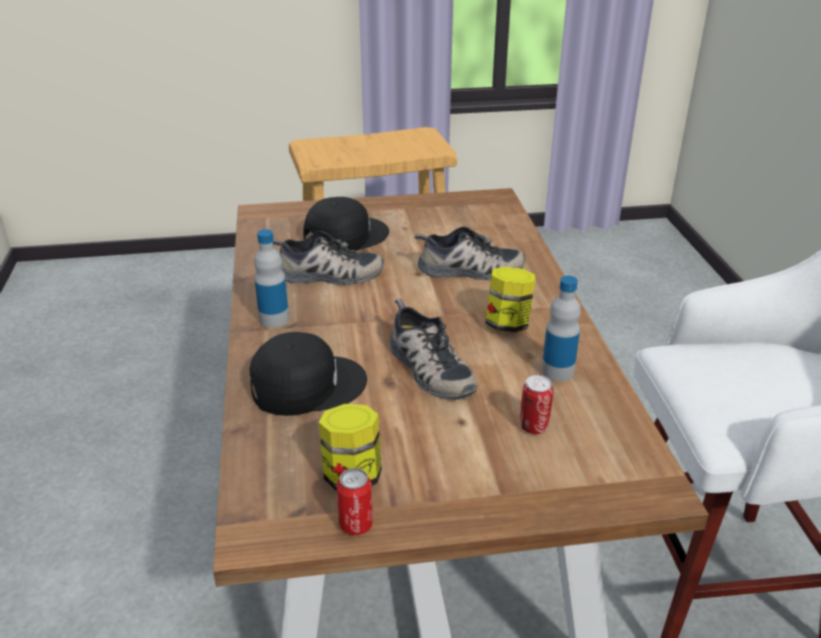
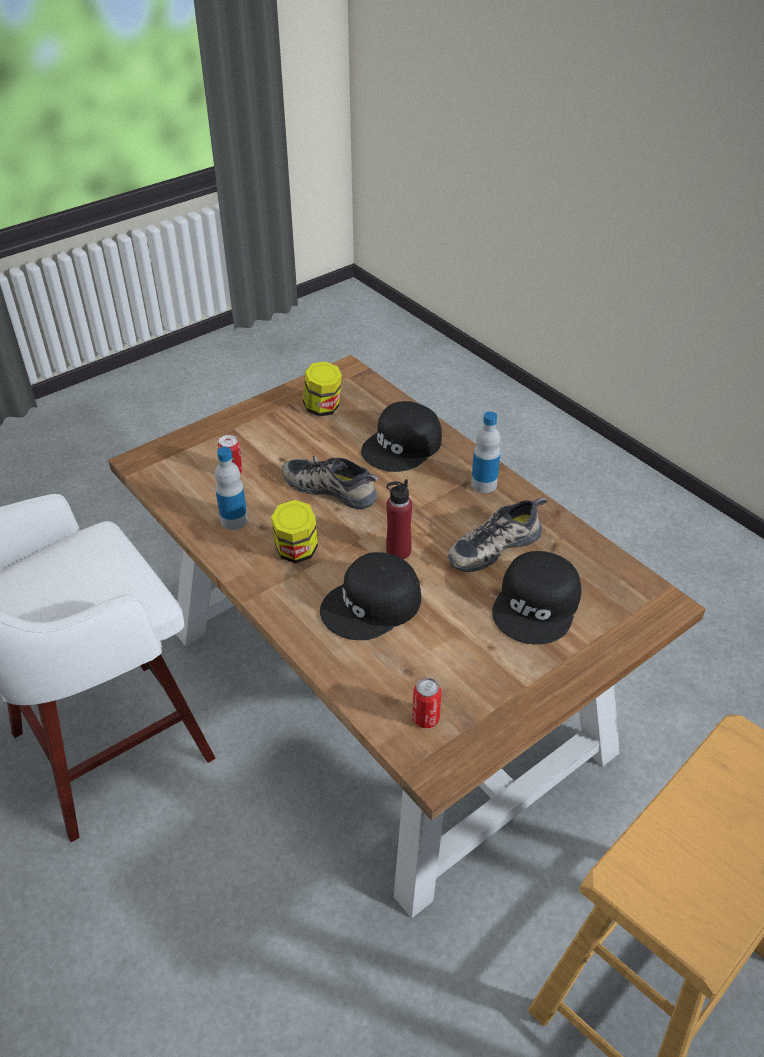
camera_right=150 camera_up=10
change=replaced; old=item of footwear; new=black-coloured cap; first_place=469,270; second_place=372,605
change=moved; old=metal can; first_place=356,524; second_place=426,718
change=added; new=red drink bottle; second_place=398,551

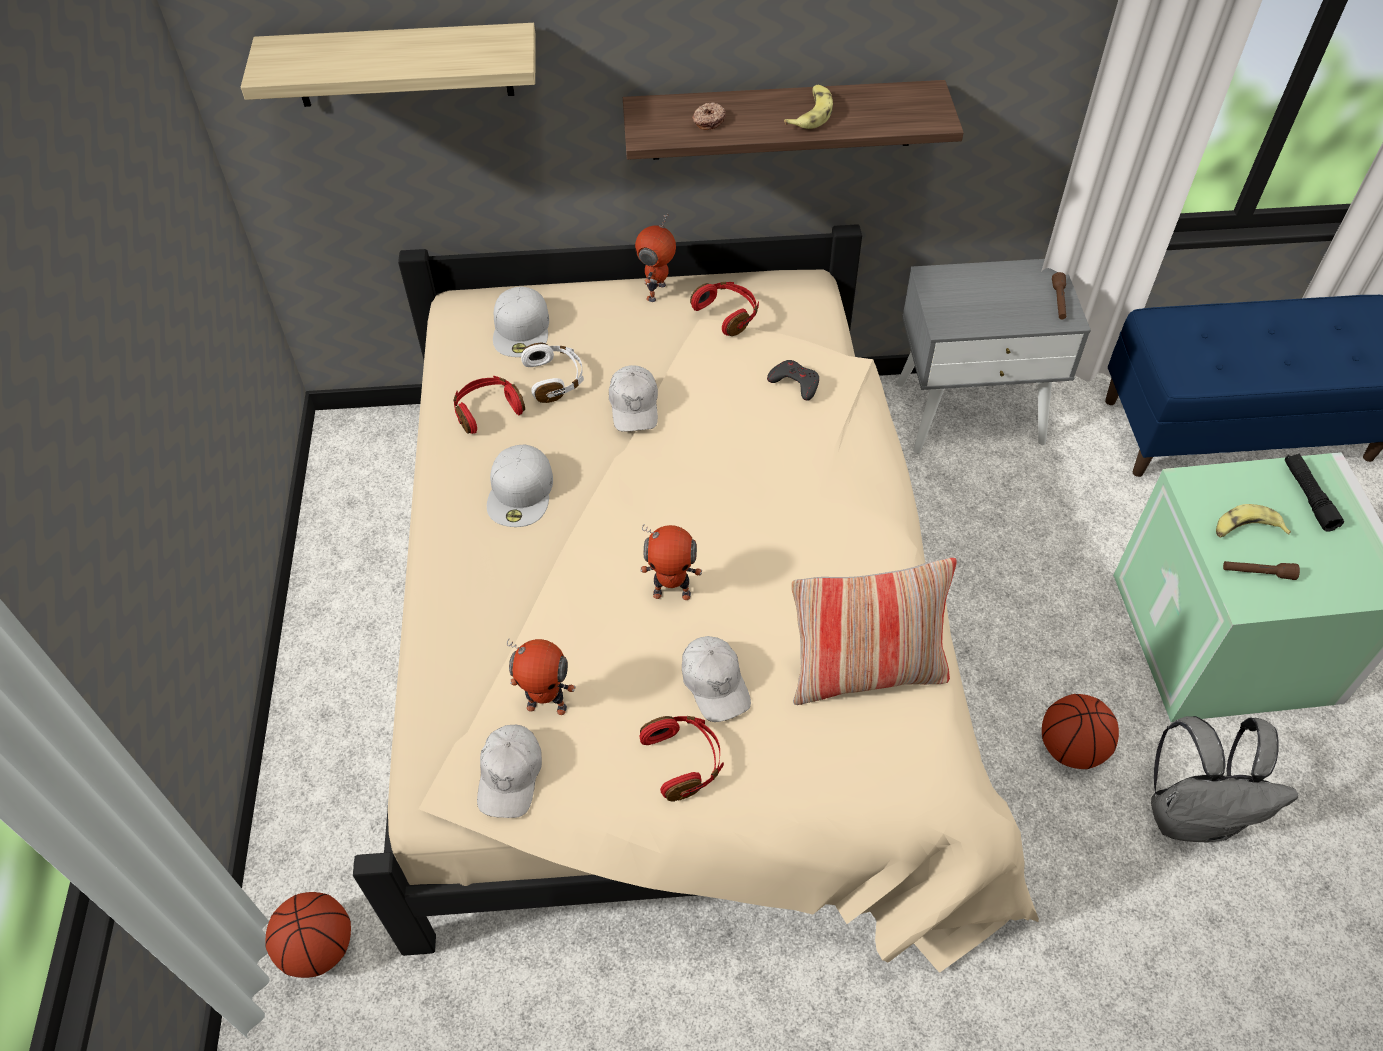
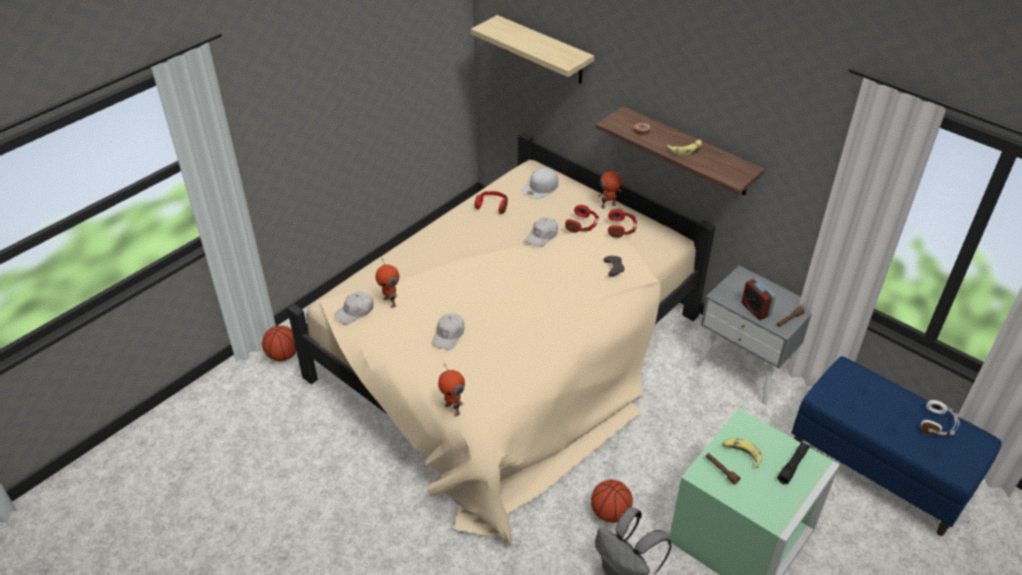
camera_right=45 camera_up=-10
change=moved; old=white-coloured pair of headphones; first_place=555,379; second_place=938,424
change=removed; old=white-coloured cap; first_place=521,492
change=moved; old=toy robot; first_place=672,592; second_place=453,408
change=removed; old=pillow; first_place=865,673
change=moved; old=red pair of headphones; first_place=684,761; second_place=582,225
change=added; new=alarm clock; second_place=755,309

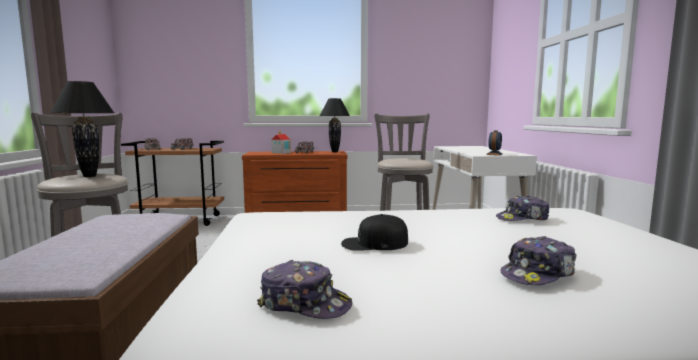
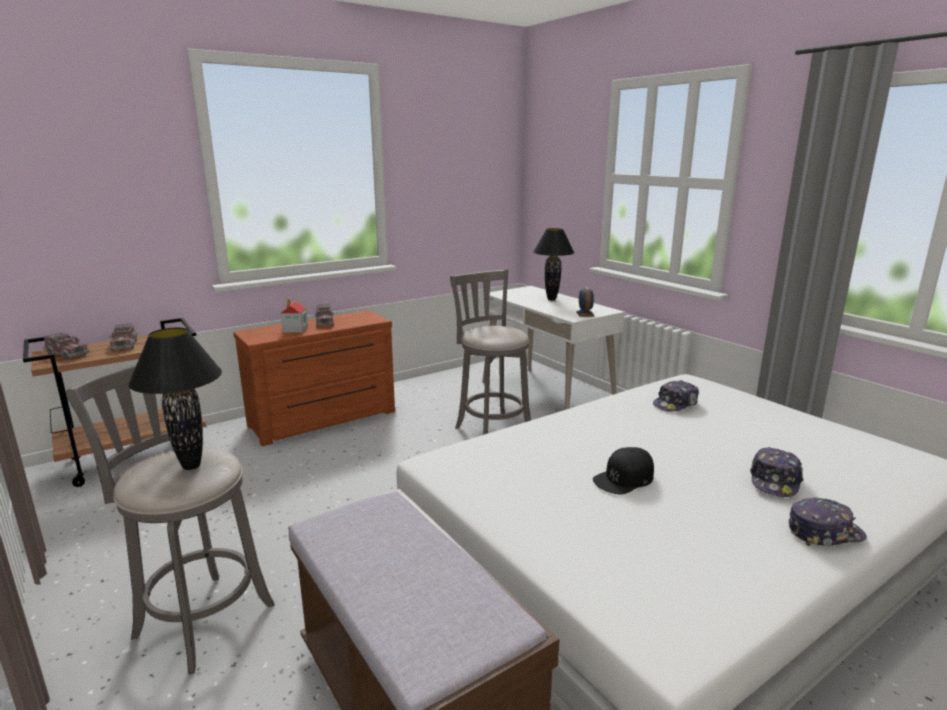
camera_right=-30 camera_up=10
change=moved; old=black-coloured table lamp; first_place=334,152; second_place=551,299
change=moved; old=cap; first_place=305,304; second_place=824,532

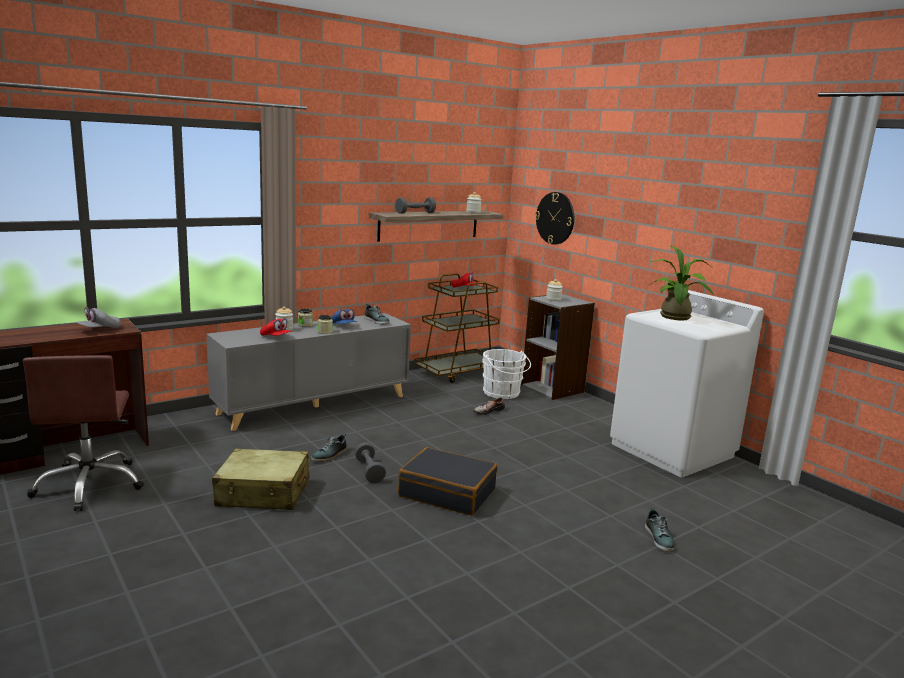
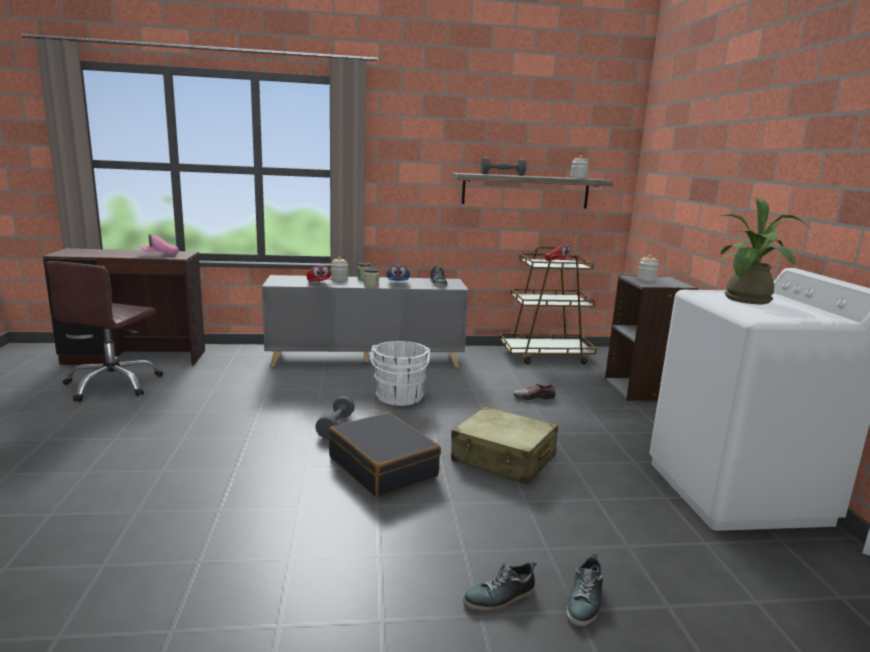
camera_right=30 camera_up=0
change=removed; old=clock on the wall; first_place=555,218
change=recoloured; old=grey cap; new=pink cap; first_place=99,330; second_place=159,255
change=moved; old=white-coloured bucket; first_place=502,393; second_place=399,398
change=moved; old=item of footwear; first_place=329,455; second_place=500,597
change=moved; old=beige-coloured suitcase; first_place=263,493; second_place=503,459

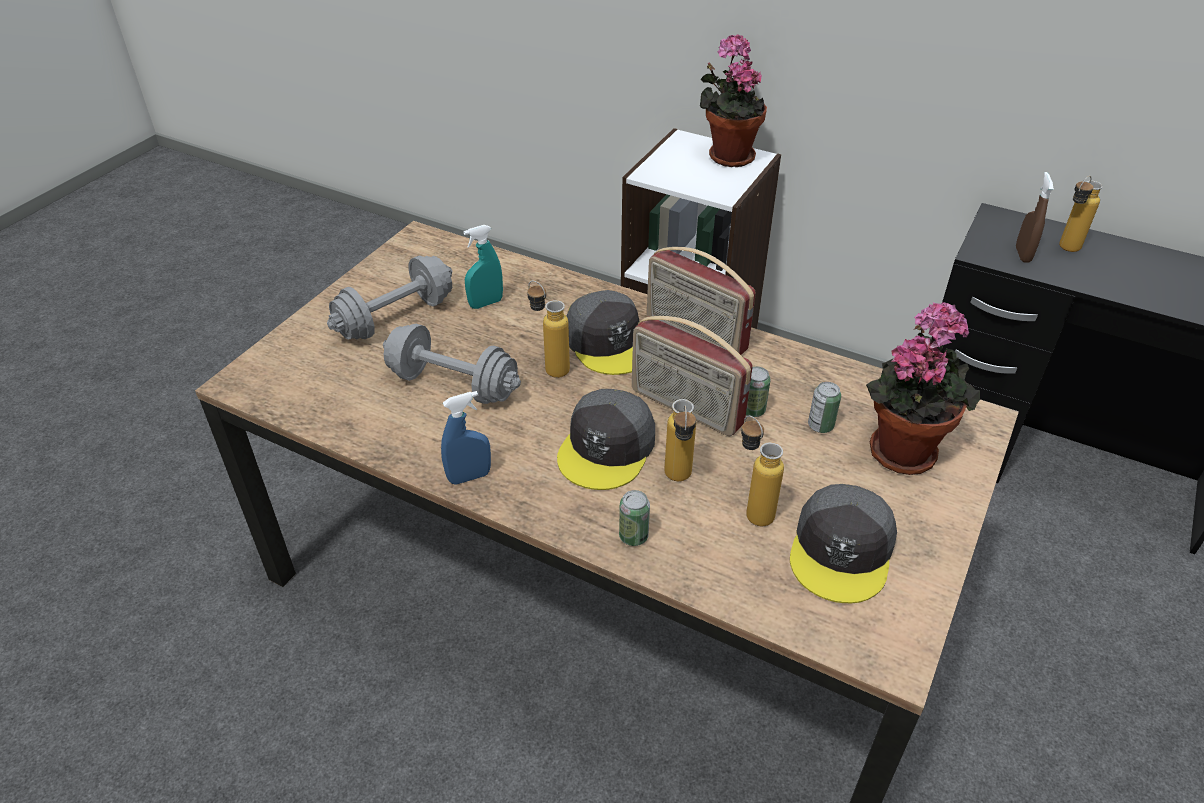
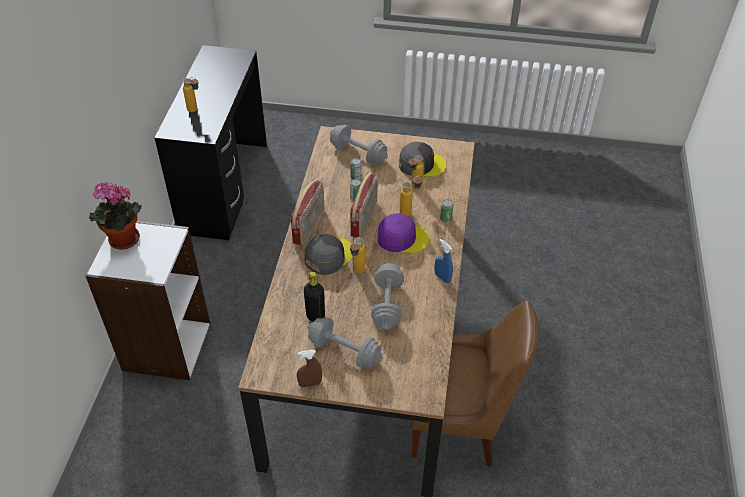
camera_right=-110 camera_up=5
change=moved; old=brownish spray bottle; first_place=1022,254; second_place=310,383
change=replaced; old=turquoise spray bottle; new=black-coloured drink bottle; first_place=486,303; second_place=315,315
change=replaced; old=houseplant; new=grey dumbbell; first_place=903,448; second_place=358,154
change=recoloured; old=grey cap; new=purple-coloured cap; first_place=607,448; second_place=402,238
change=added; new=brownish chair; second_place=459,423

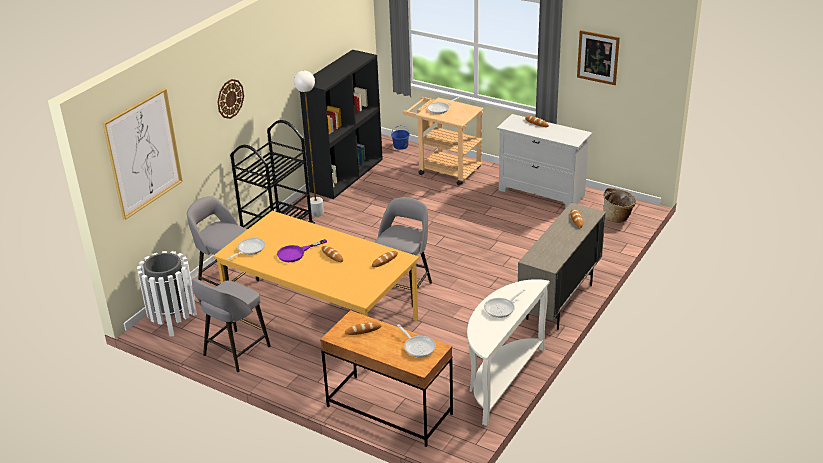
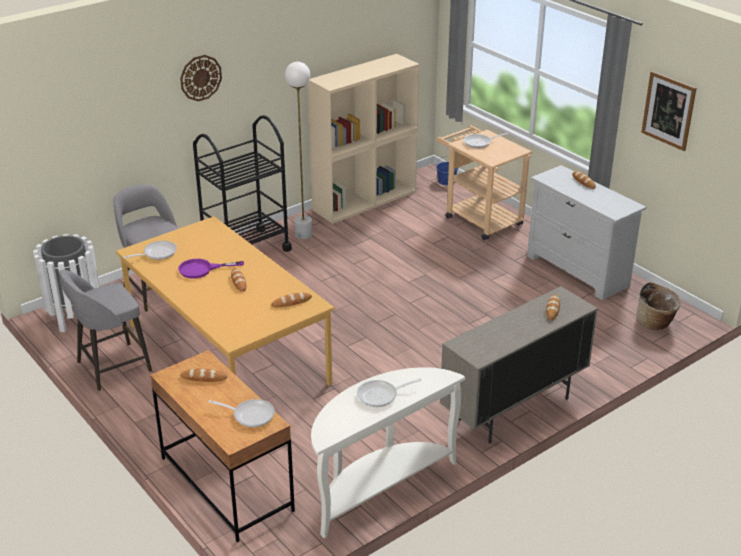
camera_right=20 camera_up=0
change=recoloured; old=black-coloured bookcase; new=beige-coloured bookcase; first_place=346,175; second_place=365,200
change=removed; old=wall art; first_place=143,153
change=removed; old=grey stool seat; first_place=404,288
change=turned; old=skillet; first_place=418,346; second_place=250,415; degrees=-60

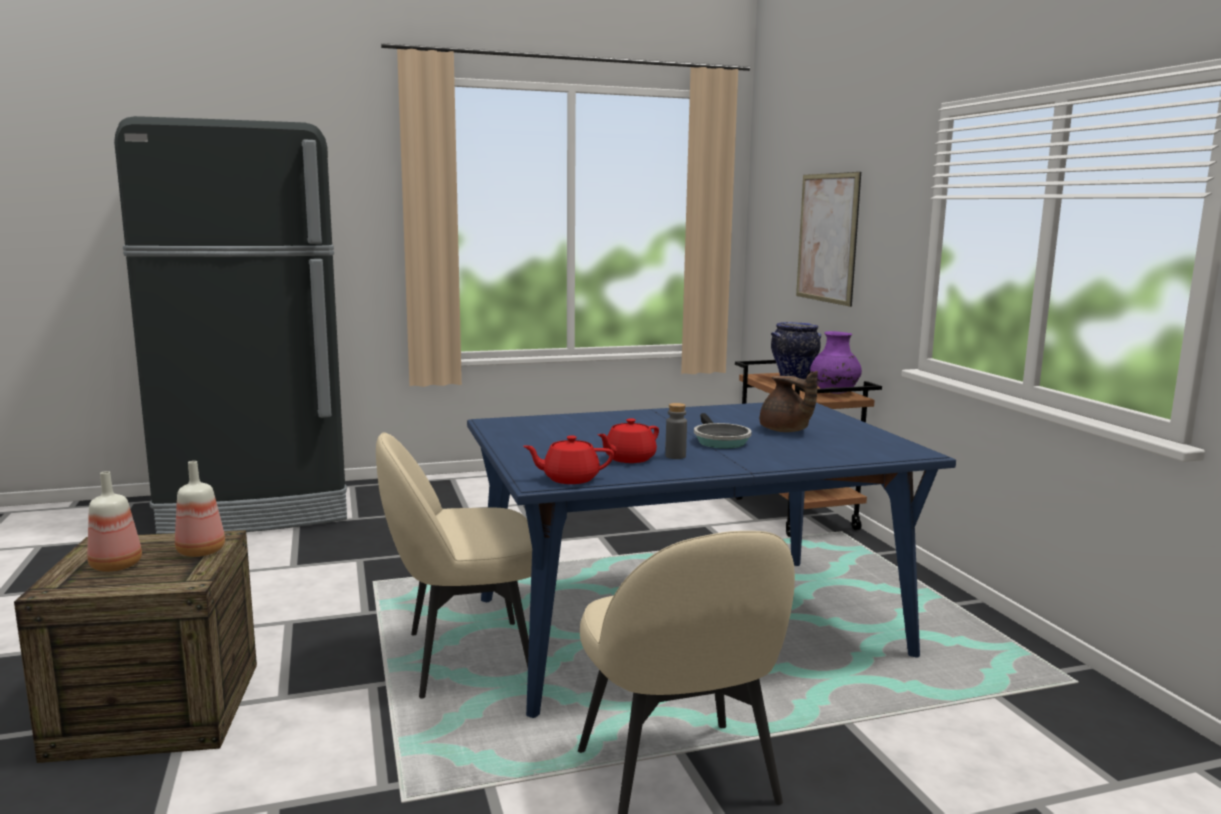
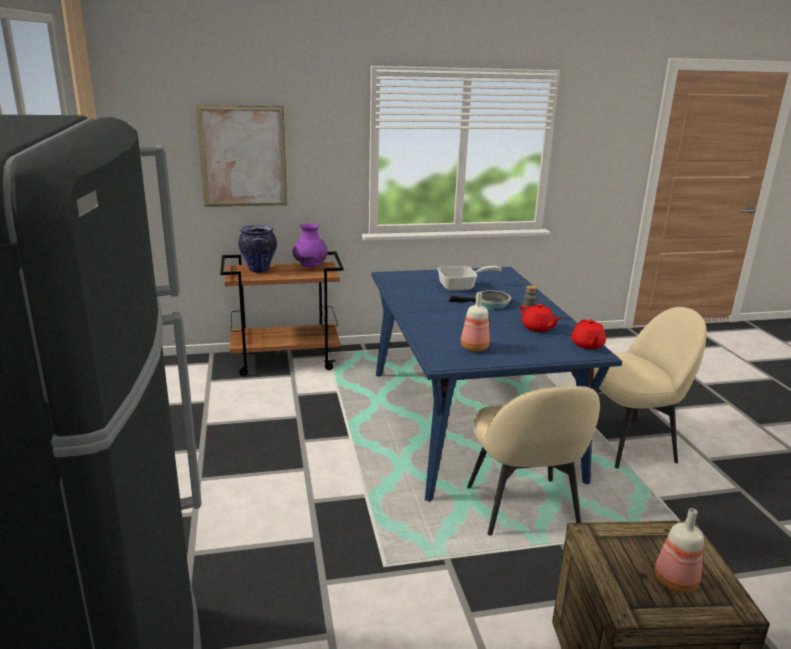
camera_right=-85 camera_up=10
change=replaced; old=brownish teapot; new=skillet; first_place=785,431; second_place=461,287
change=moved; old=drink bottle; first_place=201,551; second_place=473,348

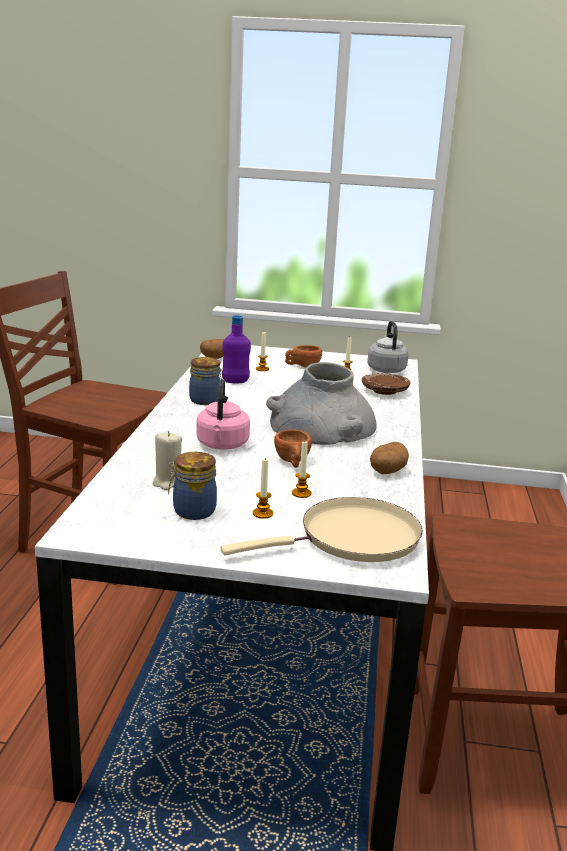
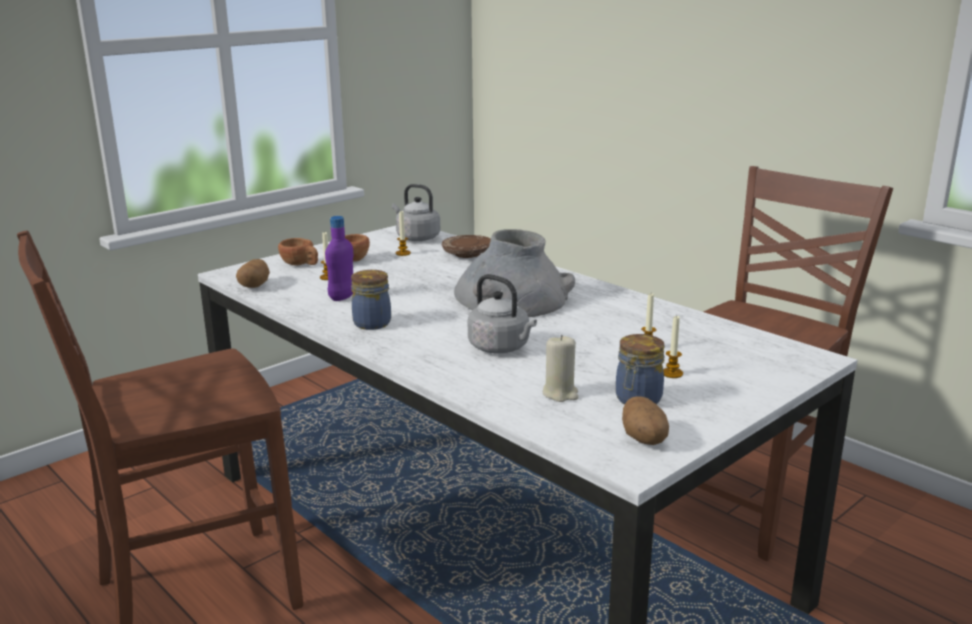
camera_right=-50 camera_up=0
change=recoloured; old=pink tea kettle; new=grey tea kettle; first_place=222,445; second_place=501,348
change=moved; old=brownish small cup; first_place=292,462; second_place=301,265
change=moved; old=spud; first_place=386,471; second_place=644,439
change=removed; old=beige-coloured skillet; first_place=352,538

